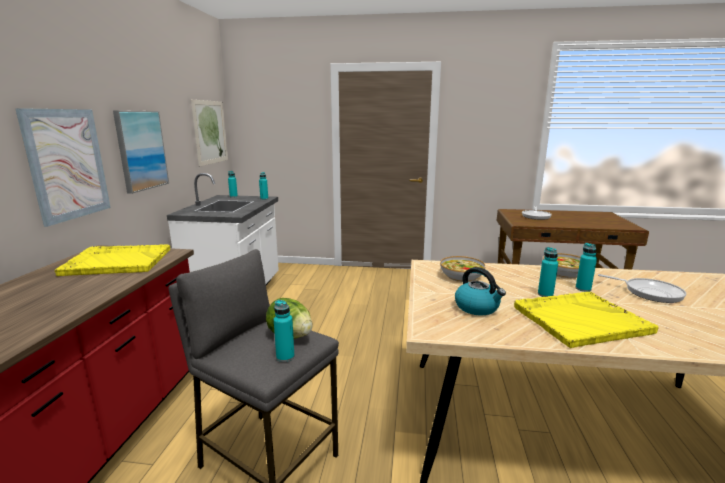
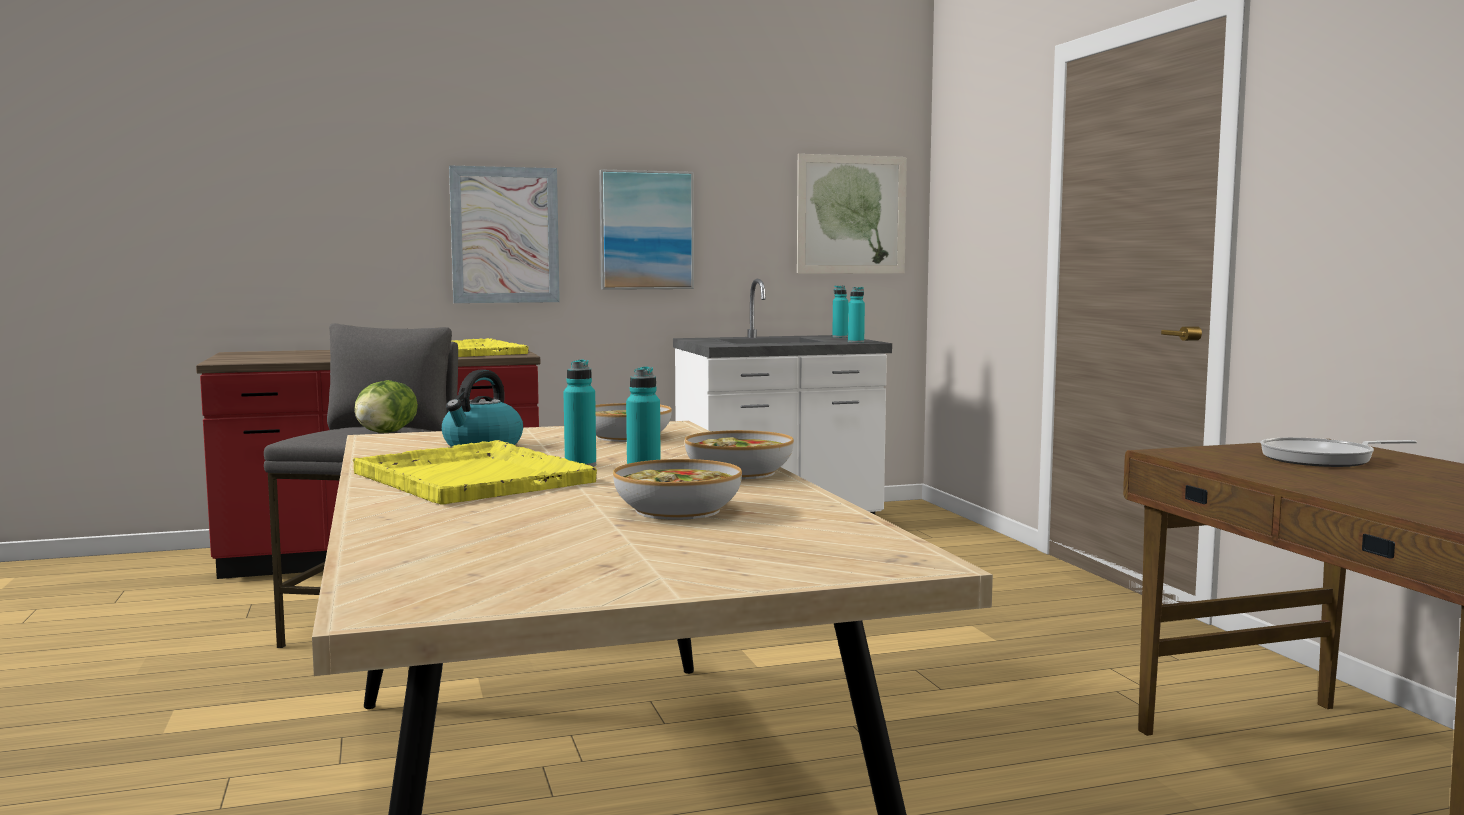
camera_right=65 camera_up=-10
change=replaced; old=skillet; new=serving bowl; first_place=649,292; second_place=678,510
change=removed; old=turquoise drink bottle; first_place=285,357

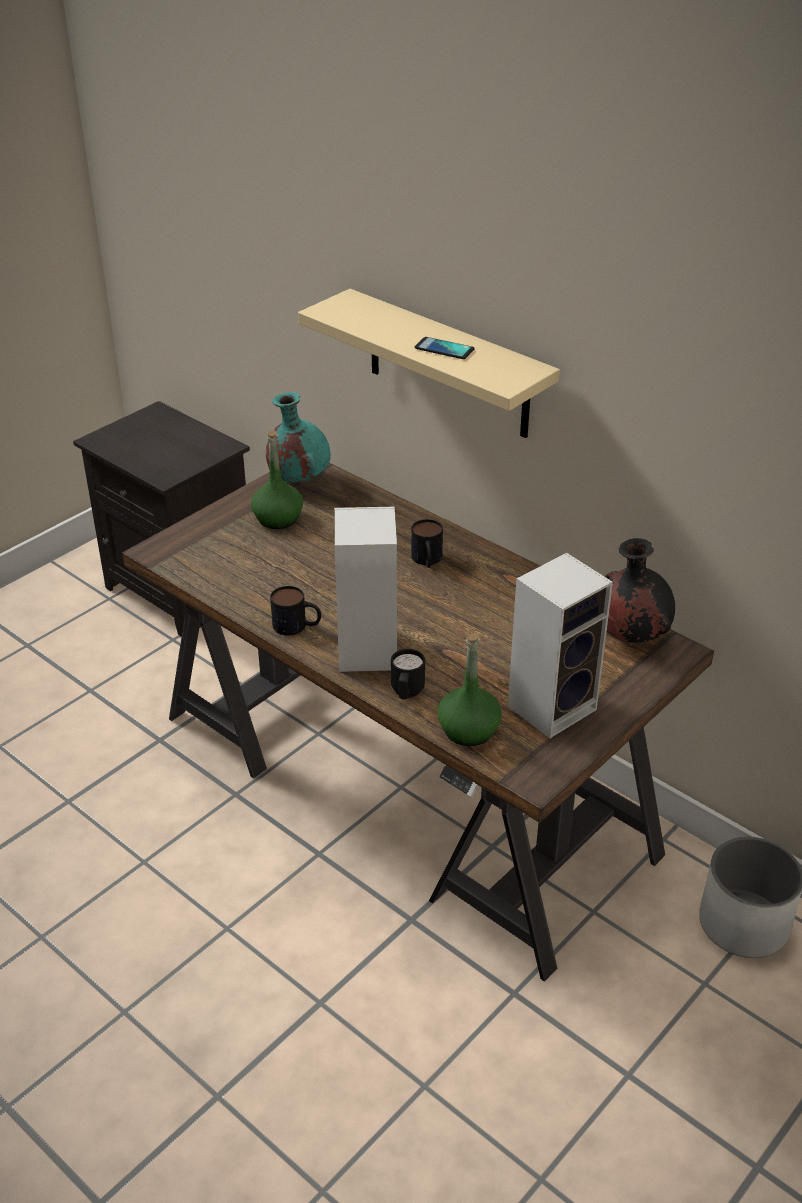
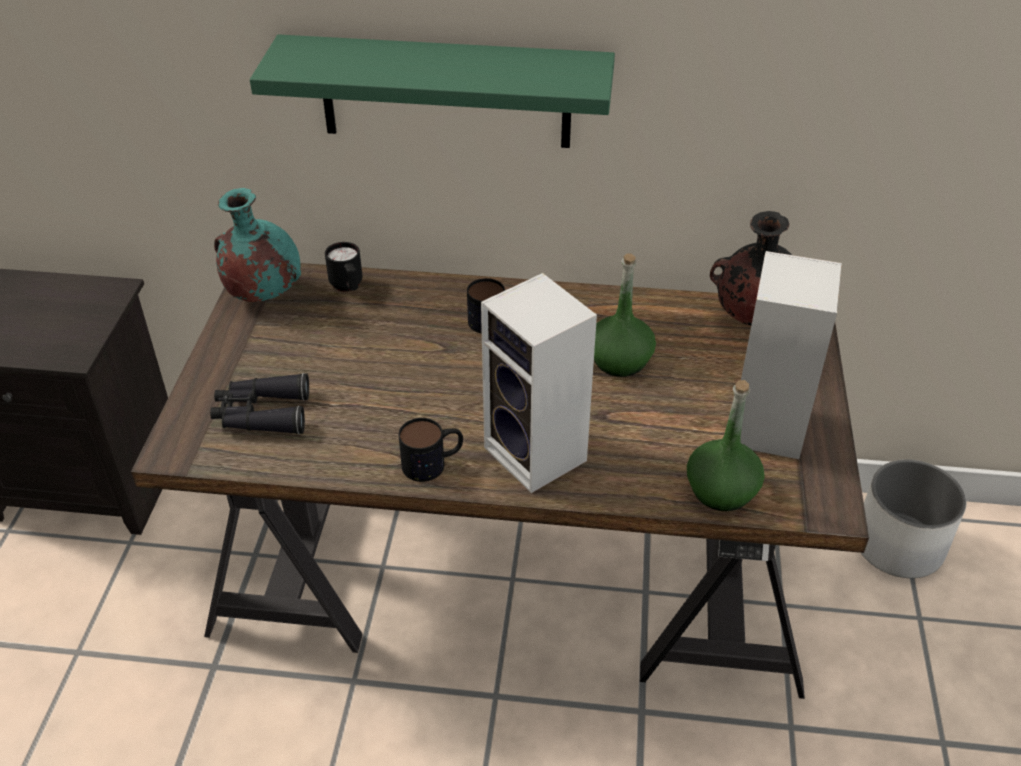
camera_right=-35 camera_up=5
change=recoloured; old=beige-coloured wall shelf; new=green-coloured wall shelf; first_place=448,365; second_place=445,92
change=removed; old=telephone; first_place=444,349
change=moved; old=green-coloured drink bottle; first_place=278,519; second_place=620,360
change=moved; old=black-coloured mug; first_place=406,693; second_place=348,287
change=added; new=black-coloured pair of binoculars; second_place=261,414

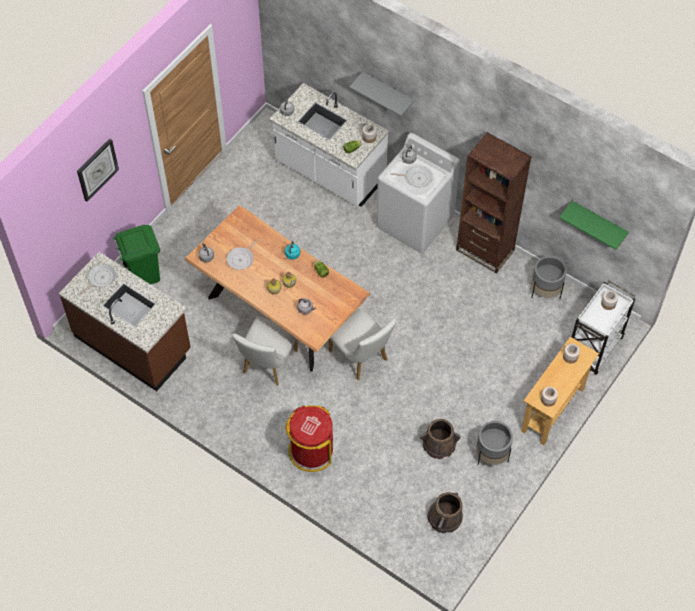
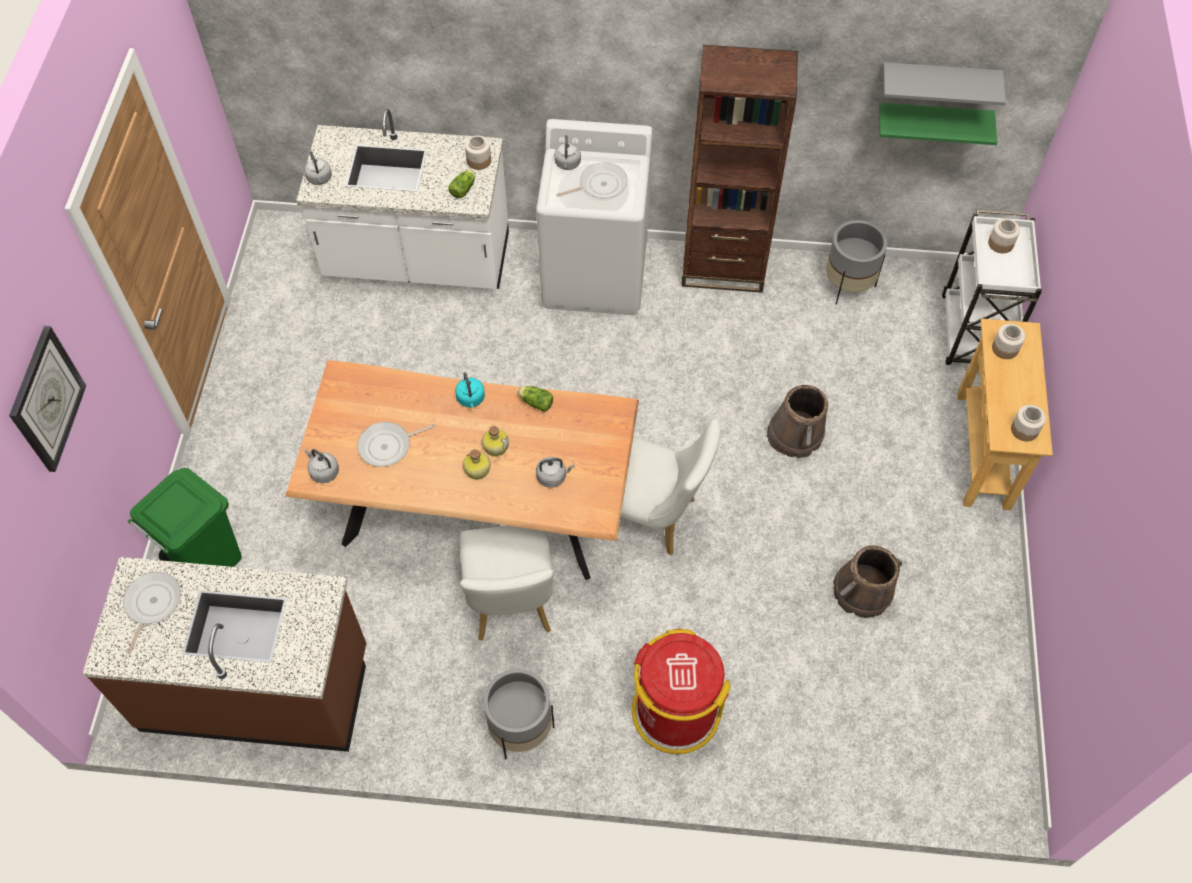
camera_right=-30 camera_up=0
change=moved; old=grey wall shelf; first_place=388,93; second_place=938,82
change=turned; old=skillet; first_place=241,259; second_place=388,446; degrees=60
change=moved; old=grey planter; first_place=491,455; second_place=521,730
change=moved; old=brownish bucket; first_place=445,518; second_place=795,435

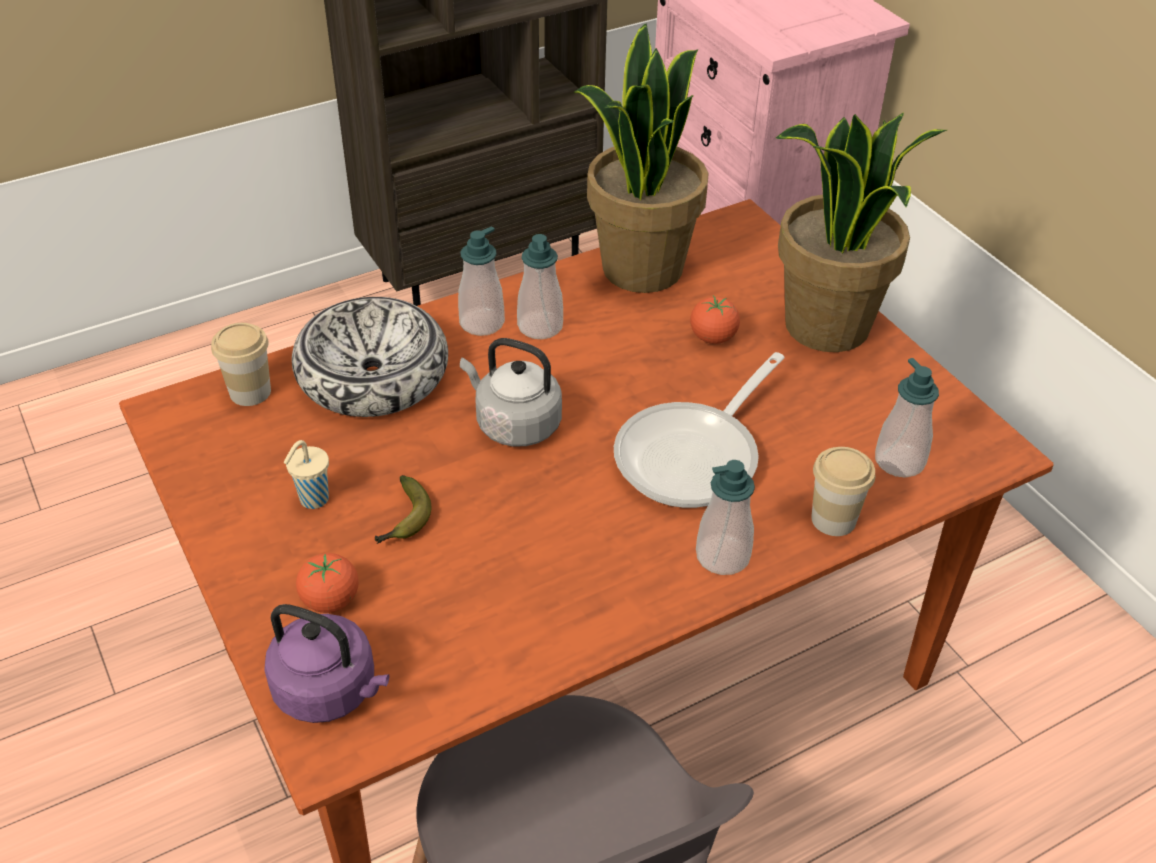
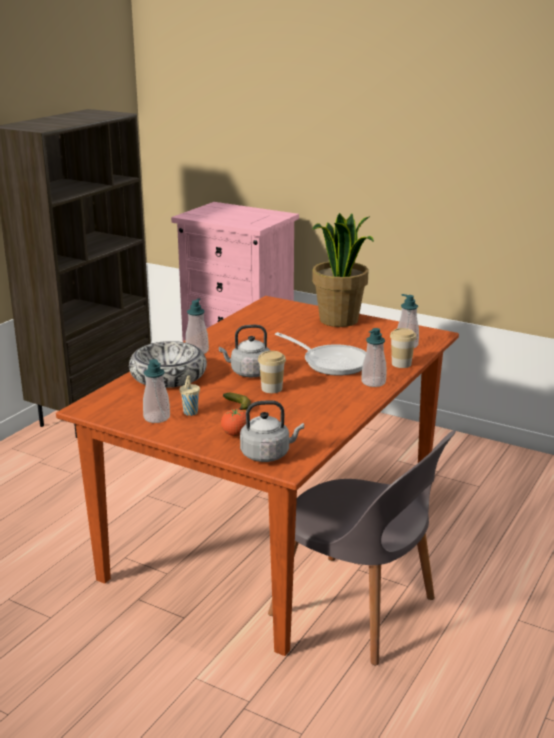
camera_right=-30 camera_up=-20
change=removed; old=houseplant; first_place=640,268
change=moved; old=soap dispenser; first_place=540,326; second_place=157,418
change=removed; old=tomato; first_place=713,338
change=moved; old=small cup; first_place=250,392; second_place=271,388
change=turned; old=skillet; first_place=695,456; second_place=331,362; degrees=-60
change=recoloured; old=purple-coloured tea kettle; new=grey tea kettle; first_place=330,691; second_place=268,454

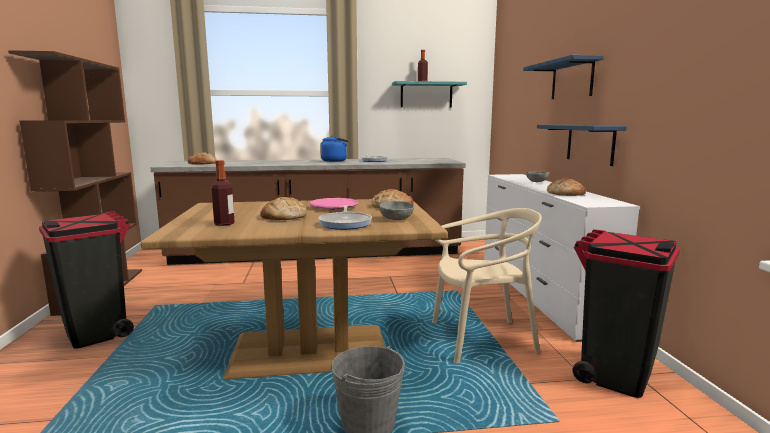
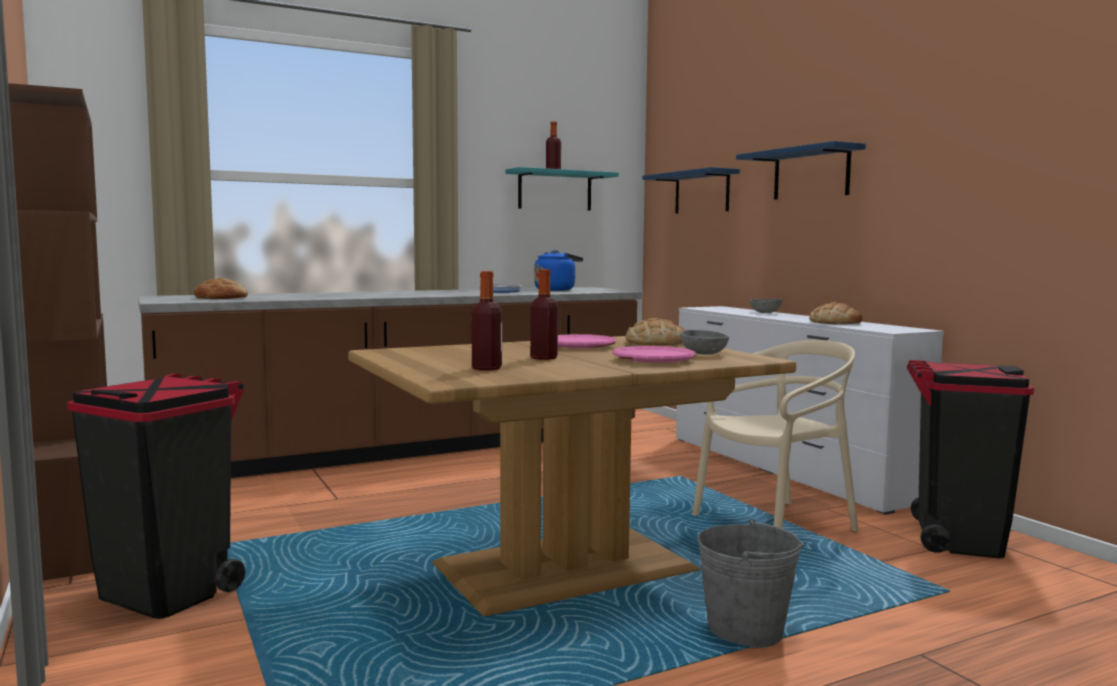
camera_right=-20 camera_up=-5
change=moved; old=bluish wall shelf; first_place=590,143; second_place=702,192
change=moved; old=bluish tea kettle; first_place=335,161; second_place=556,290
change=replaced; old=bread; new=drink bottle; first_place=283,216; second_place=544,358
change=replaced; old=skillet; new=pink plate; first_place=346,223; second_place=653,360

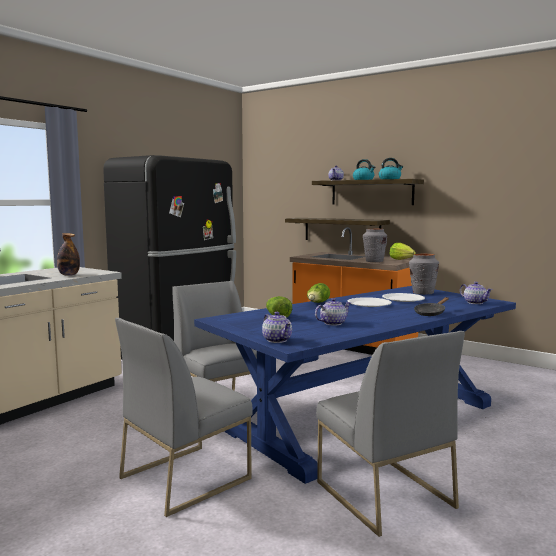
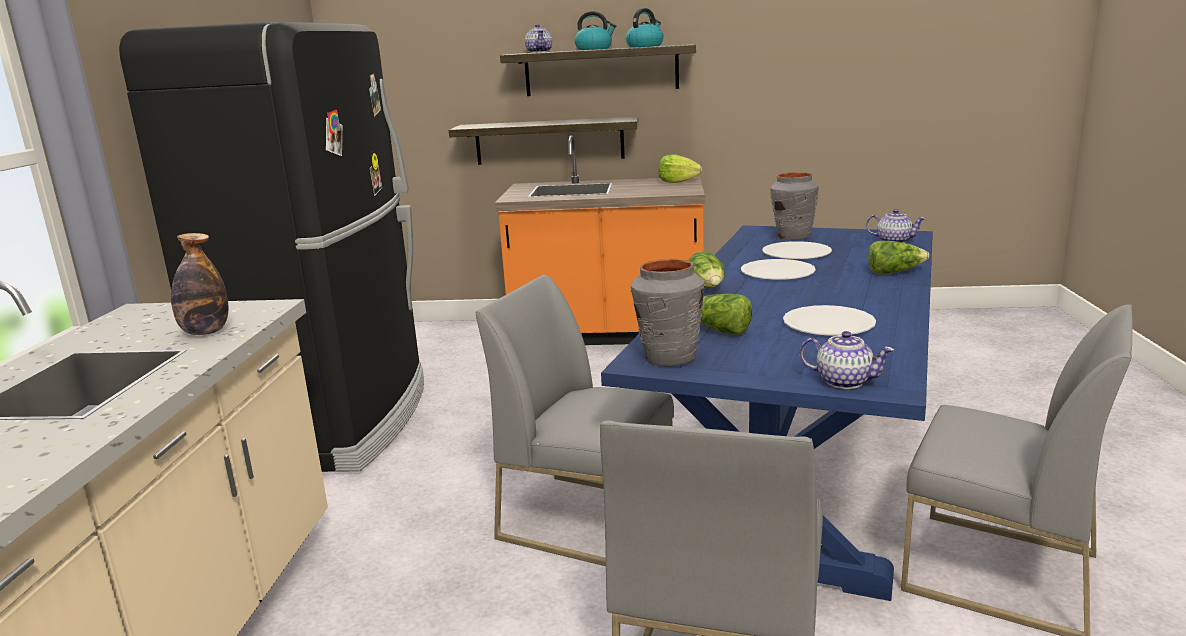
camera_right=-30 camera_up=10
change=moved; old=grey vase; first_place=374,261; second_place=669,358
change=replaced; old=black-coloured skillet; new=head of lettuce; first_place=431,313; second_place=894,272
change=replaced; old=teapot; new=white-coloured plate; first_place=332,323; second_place=828,324

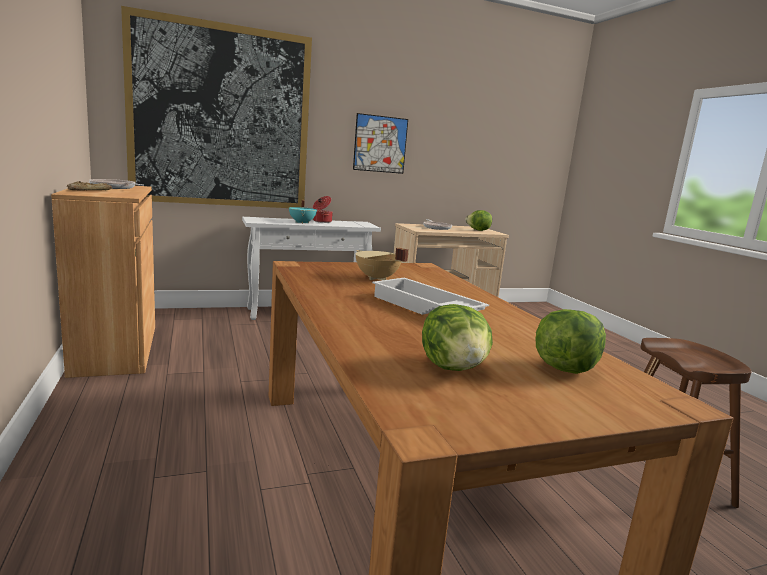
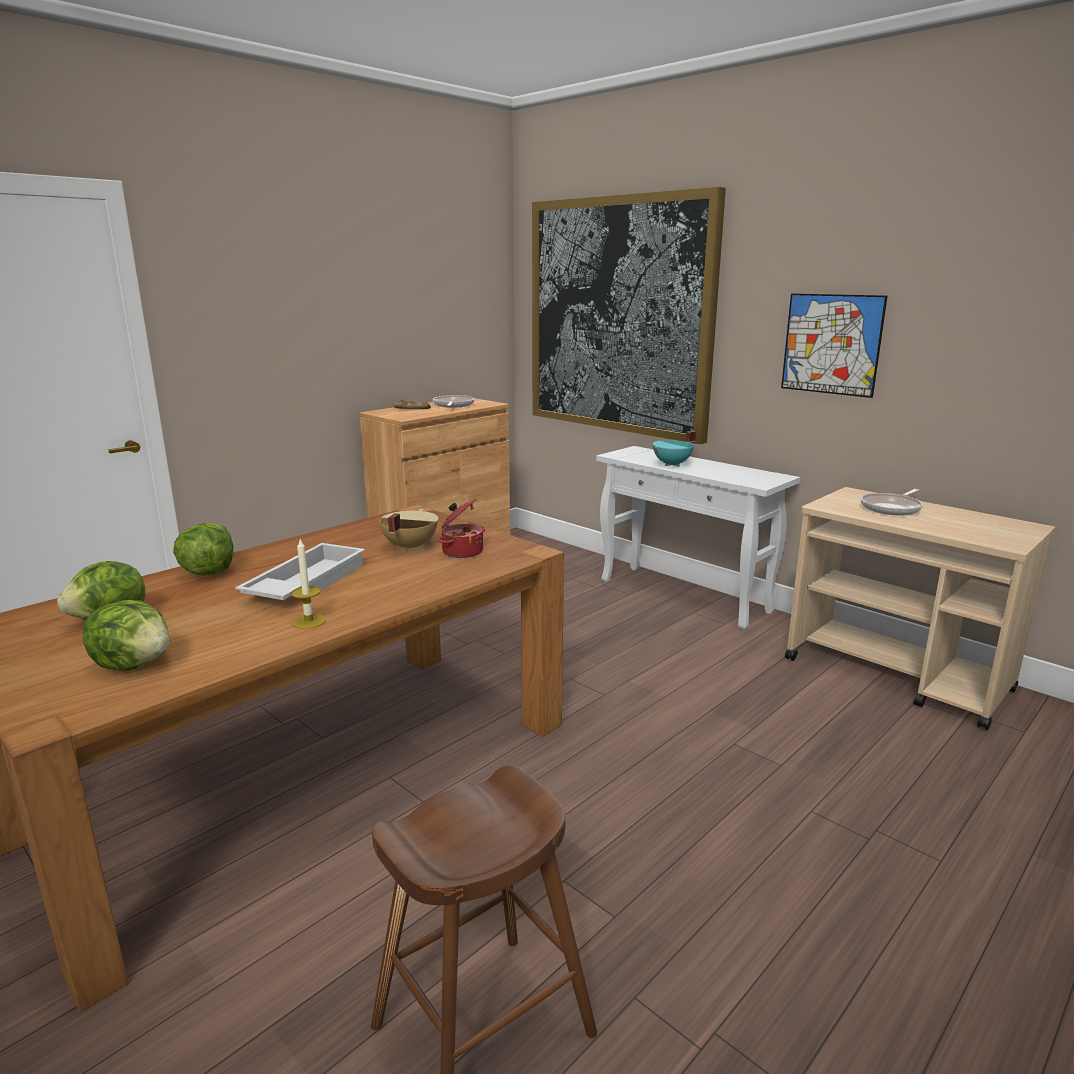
camera_right=65 camera_up=5
change=moved; old=saucepot; first_place=321,221; second_place=462,551
change=moved; old=head of lettuce; first_place=478,230; second_place=208,572
change=added; new=wax candle; second_place=309,621

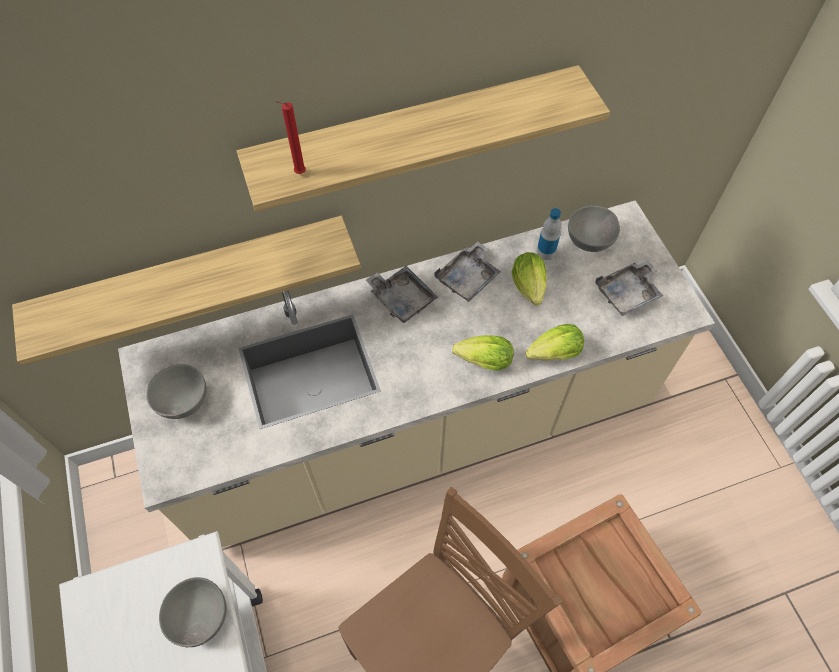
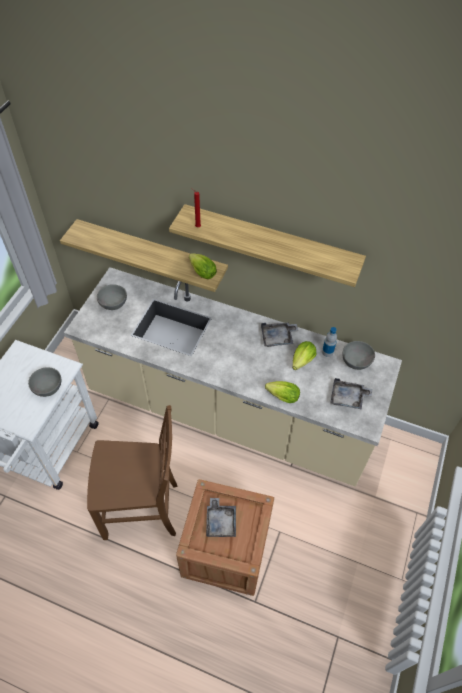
camera_right=40 camera_up=-5
change=moved; old=grey carrying tray; first_place=402,299; second_place=220,521
change=moved; old=head of lettuce; first_place=481,361; second_place=201,271

